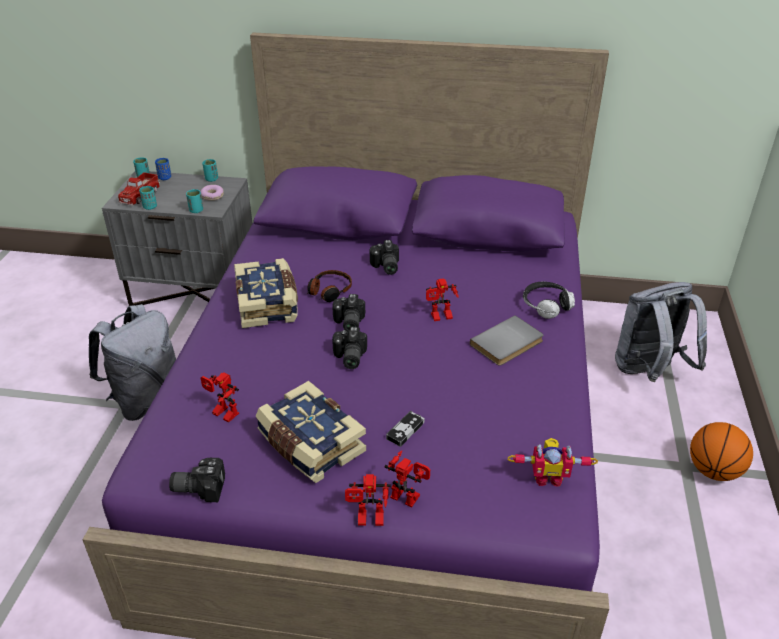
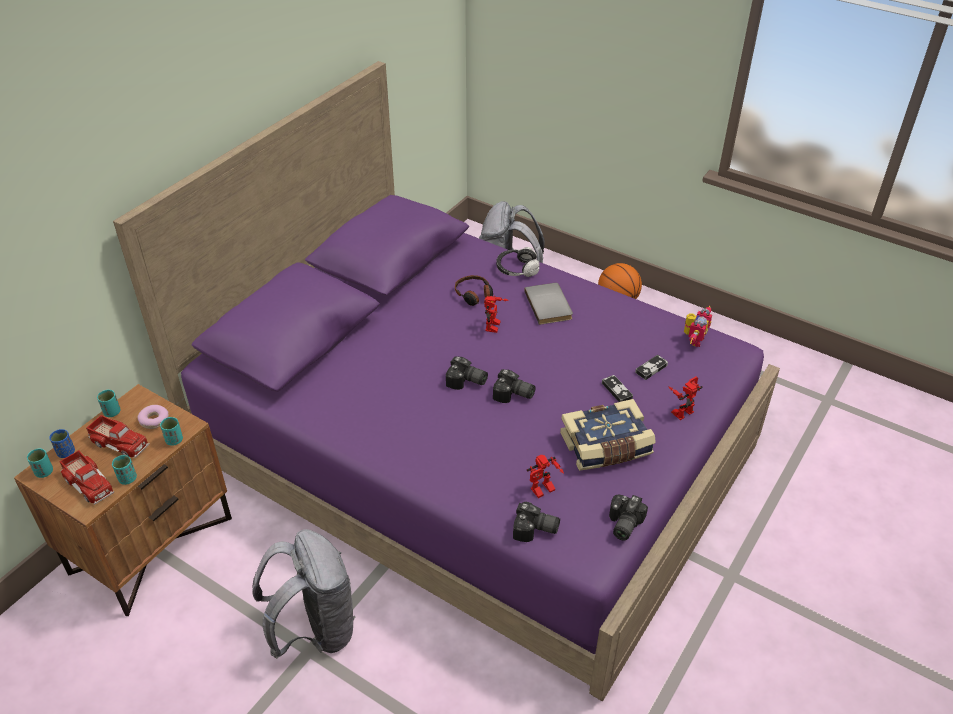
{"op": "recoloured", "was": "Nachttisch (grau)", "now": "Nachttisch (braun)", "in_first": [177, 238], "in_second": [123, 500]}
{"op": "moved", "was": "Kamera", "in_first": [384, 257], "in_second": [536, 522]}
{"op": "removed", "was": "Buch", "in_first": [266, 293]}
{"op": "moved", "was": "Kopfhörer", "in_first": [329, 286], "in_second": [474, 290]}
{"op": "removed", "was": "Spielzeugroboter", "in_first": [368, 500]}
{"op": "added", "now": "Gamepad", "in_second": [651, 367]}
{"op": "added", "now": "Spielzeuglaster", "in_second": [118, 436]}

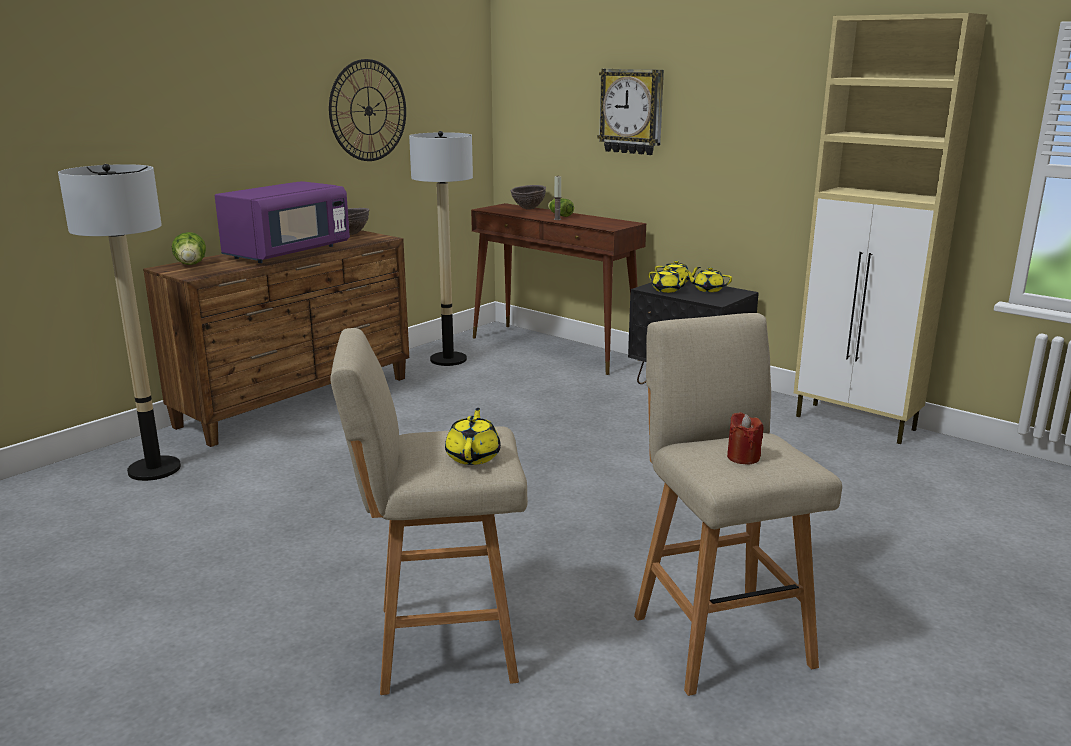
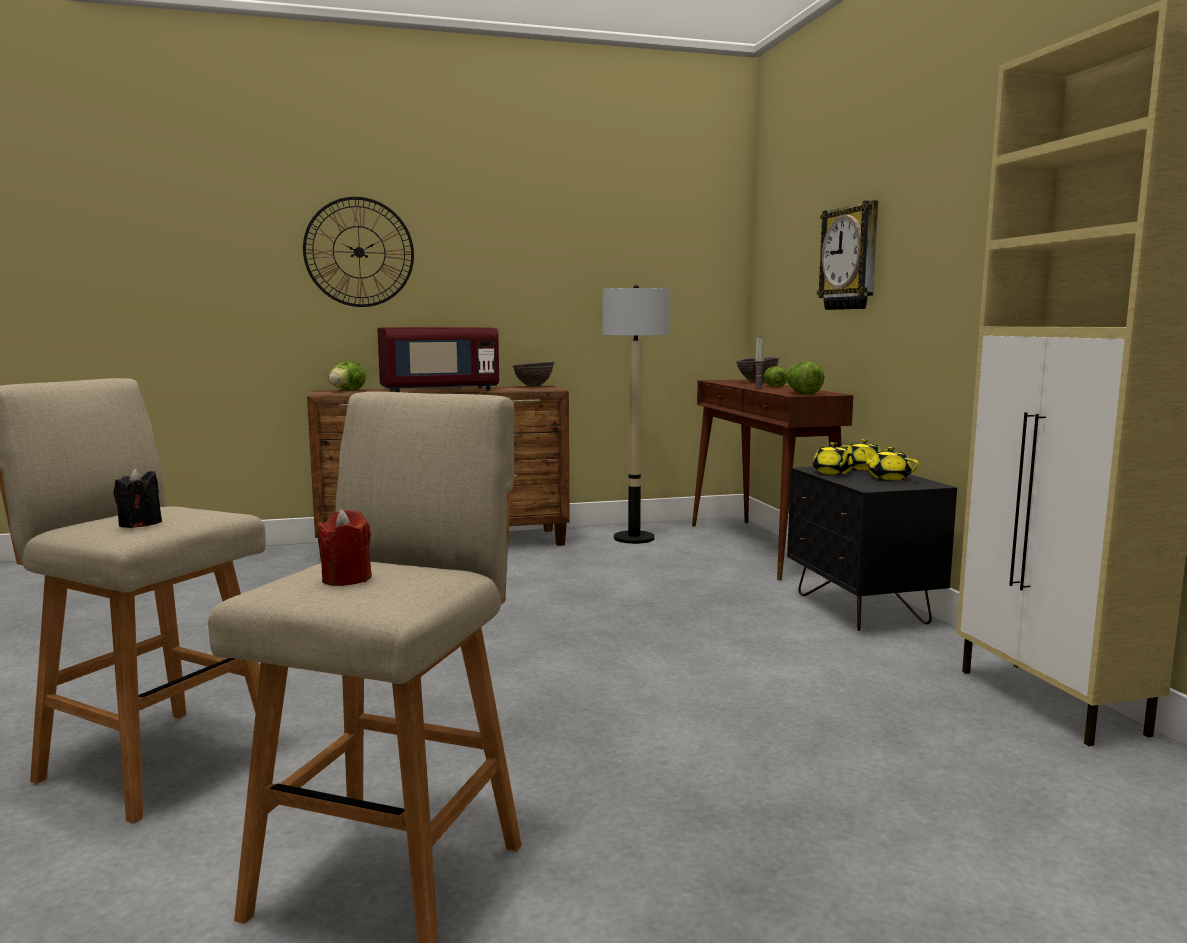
{"op": "moved", "was": "Wanduhr", "in_first": [367, 110], "in_second": [358, 252]}
{"op": "removed", "was": "Stehlampe", "in_first": [119, 322]}
{"op": "recoloured", "was": "Mikrowelle (lila)", "now": "Mikrowelle (rot)", "in_first": [282, 222], "in_second": [438, 359]}
{"op": "replaced", "was": "Teekanne (gelb)", "now": "Kerze (schwarz)", "in_first": [473, 436], "in_second": [138, 498]}
{"op": "added", "now": "Salatkopf", "in_second": [805, 377]}

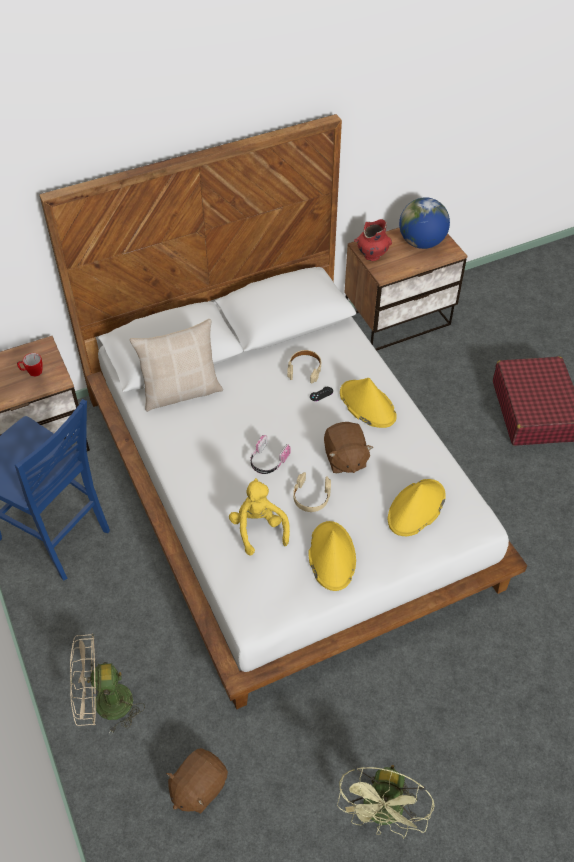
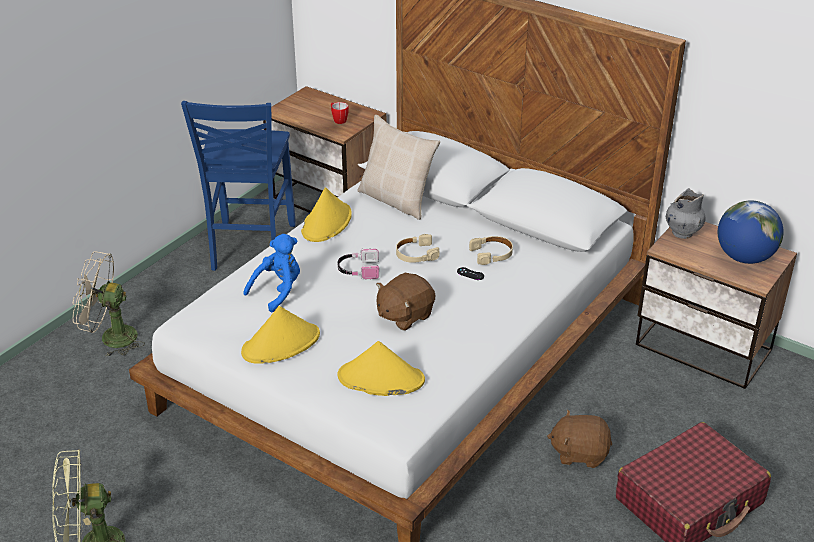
{"op": "recoloured", "was": "Vase (rot)", "now": "Vase (grau)", "in_first": [373, 240], "in_second": [685, 213]}
{"op": "moved", "was": "Hut (gelb)", "in_first": [368, 403], "in_second": [326, 214]}
{"op": "moved", "was": "Kopfhörer (beige)", "in_first": [312, 492], "in_second": [418, 248]}
{"op": "recoloured", "was": "Plüschtier (gelb)", "now": "Plüschtier (blau)", "in_first": [259, 517], "in_second": [271, 273]}
{"op": "turned", "was": "Ventilator (beige)", "in_first": [107, 684], "in_second": [109, 304], "clockwise": -45}
{"op": "moved", "was": "Plüschtier (braun)", "in_first": [197, 781], "in_second": [579, 438]}

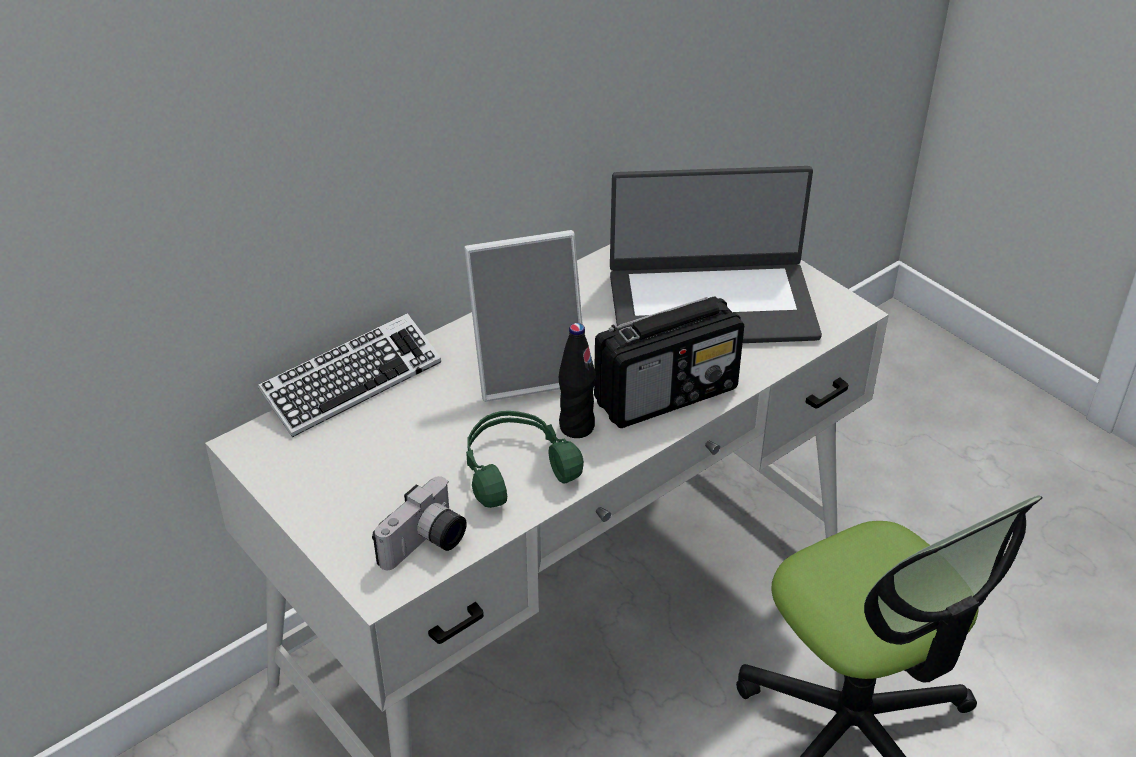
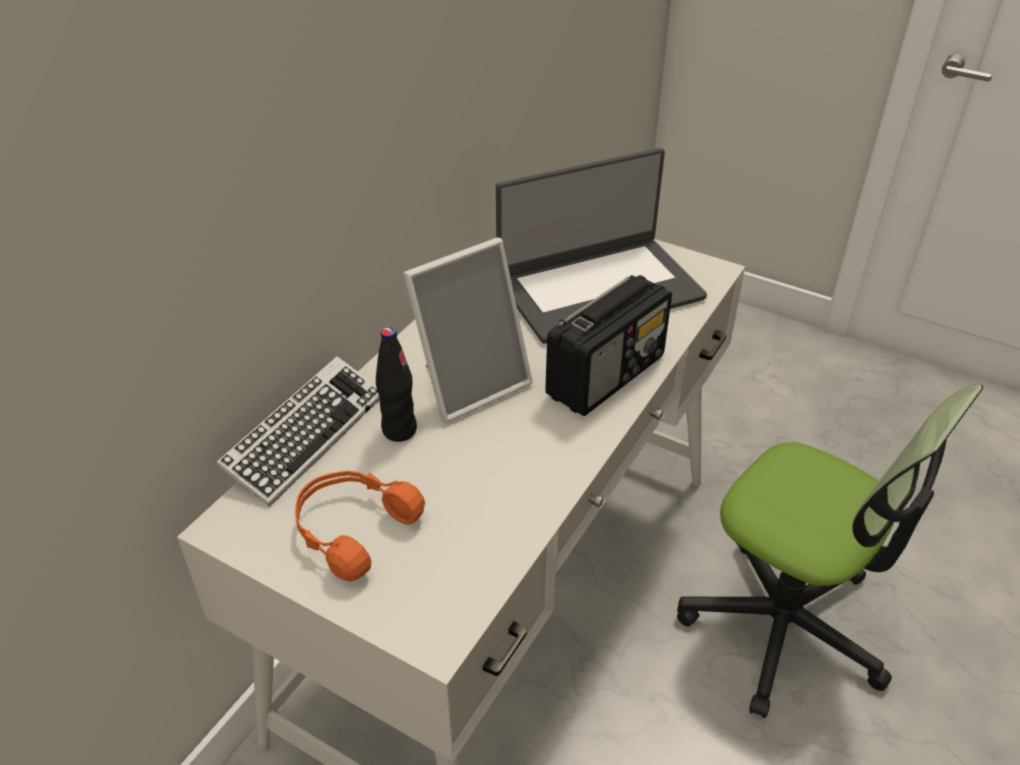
{"op": "moved", "was": "Flasche (schwarz)", "in_first": [577, 380], "in_second": [396, 384]}
{"op": "removed", "was": "Kopfhörer (grün)", "in_first": [525, 459]}
{"op": "removed", "was": "Kamera", "in_first": [419, 523]}
{"op": "added", "now": "Kopfhörer (orange)", "in_second": [360, 526]}

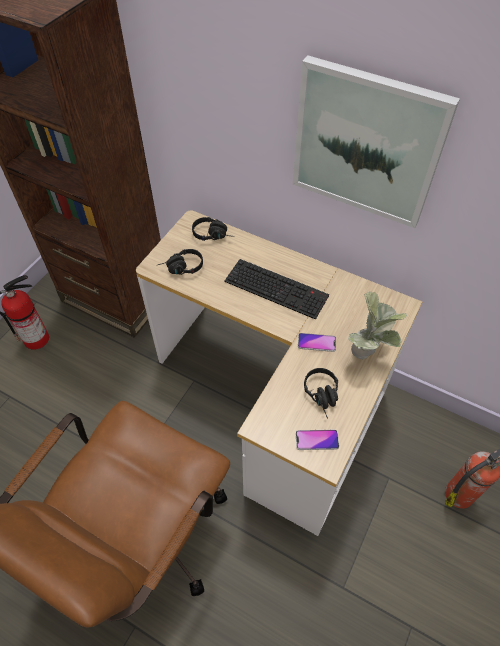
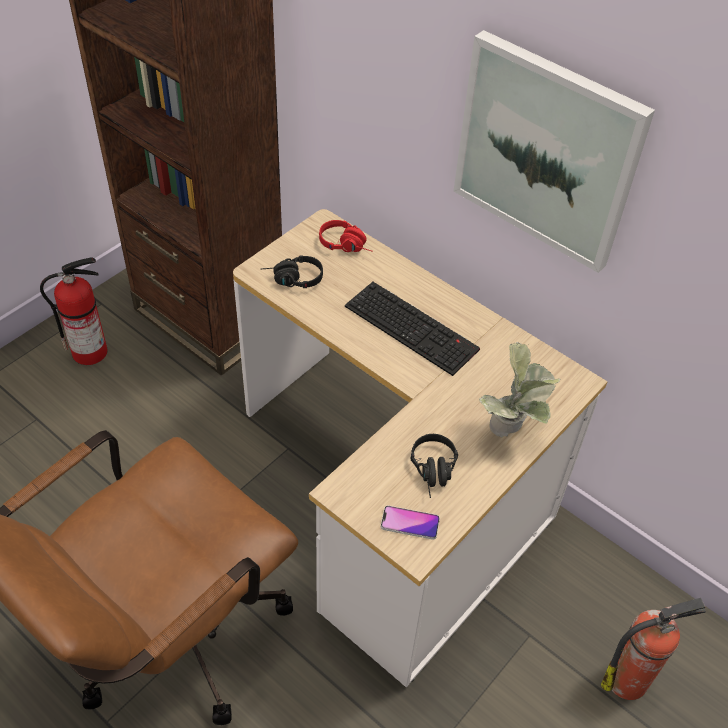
{"op": "recoloured", "was": "Kopfhörer (schwarz)", "now": "Kopfhörer (rot)", "in_first": [213, 229], "in_second": [346, 236]}
{"op": "removed", "was": "Handy", "in_first": [317, 342]}

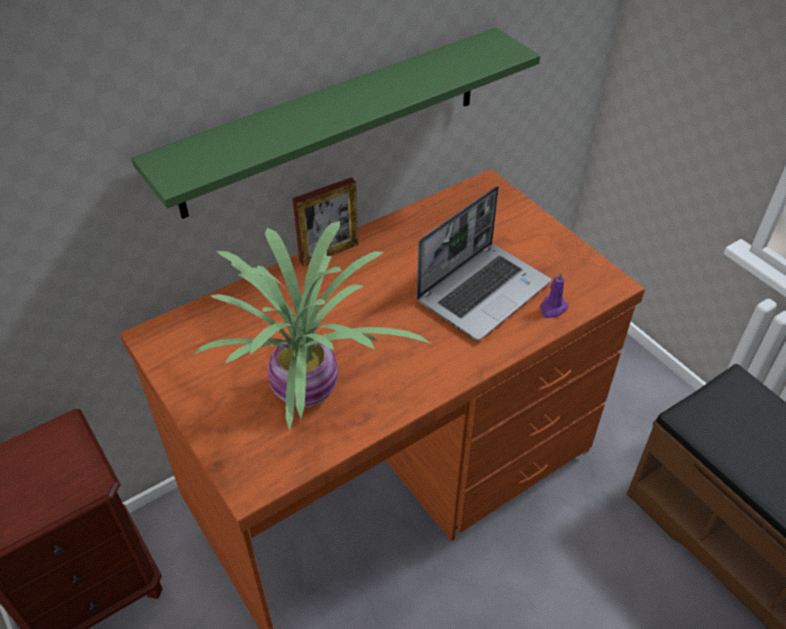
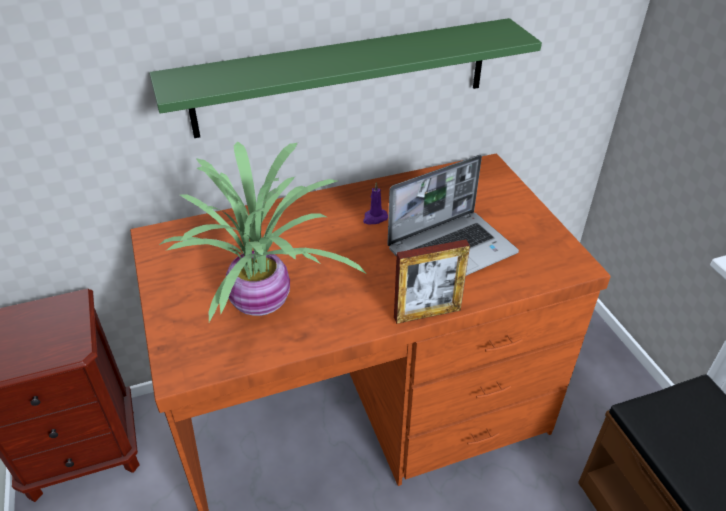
{"op": "moved", "was": "Bilderrahmen", "in_first": [325, 221], "in_second": [432, 282]}
{"op": "moved", "was": "Kerze (lila)", "in_first": [554, 295], "in_second": [375, 203]}

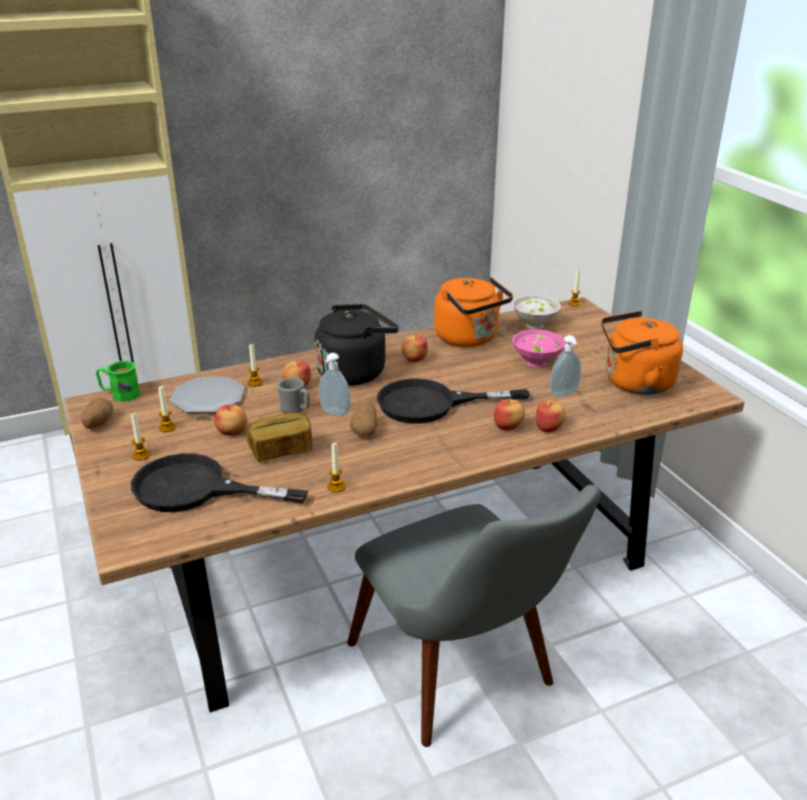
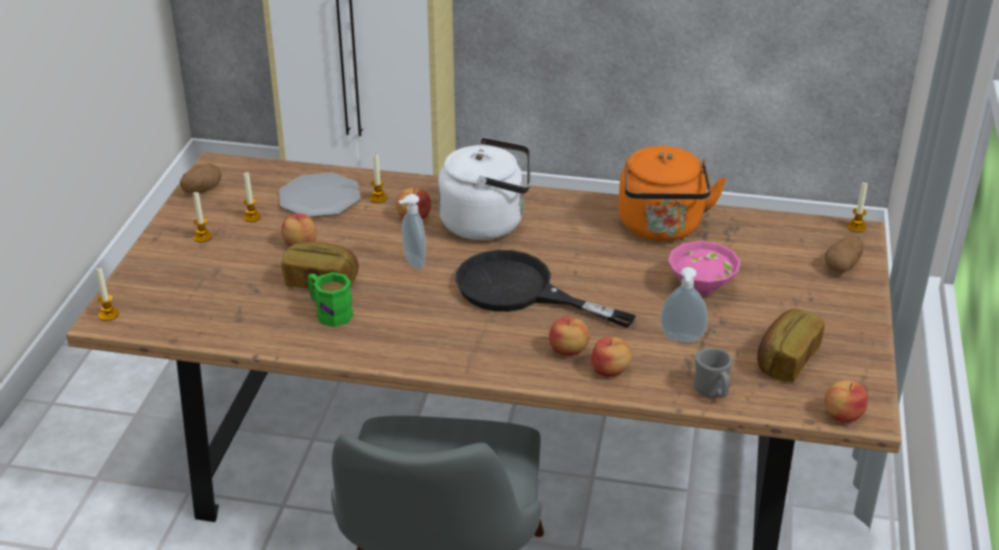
{"op": "removed", "was": "Schüssel (weiß)", "in_first": [536, 312]}
{"op": "recoloured", "was": "Wasserkessel (schwarz)", "now": "Wasserkessel (weiß)", "in_first": [357, 345], "in_second": [484, 188]}
{"op": "replaced", "was": "Wasserkessel (orange)", "now": "Brot", "in_first": [642, 353], "in_second": [791, 345]}
{"op": "moved", "was": "Apfel", "in_first": [414, 348], "in_second": [846, 401]}
{"op": "moved", "was": "Henkelbecher (grün)", "in_first": [118, 381], "in_second": [330, 299]}
{"op": "moved", "was": "Henkelbecher (grau)", "in_first": [293, 395], "in_second": [713, 373]}
{"op": "moved", "was": "Kartoffel", "in_first": [363, 420], "in_second": [844, 254]}
{"op": "moved", "was": "Kerze", "in_first": [336, 467], "in_second": [107, 294]}
{"op": "removed", "was": "Pfanne (schwarz)", "in_first": [219, 482]}

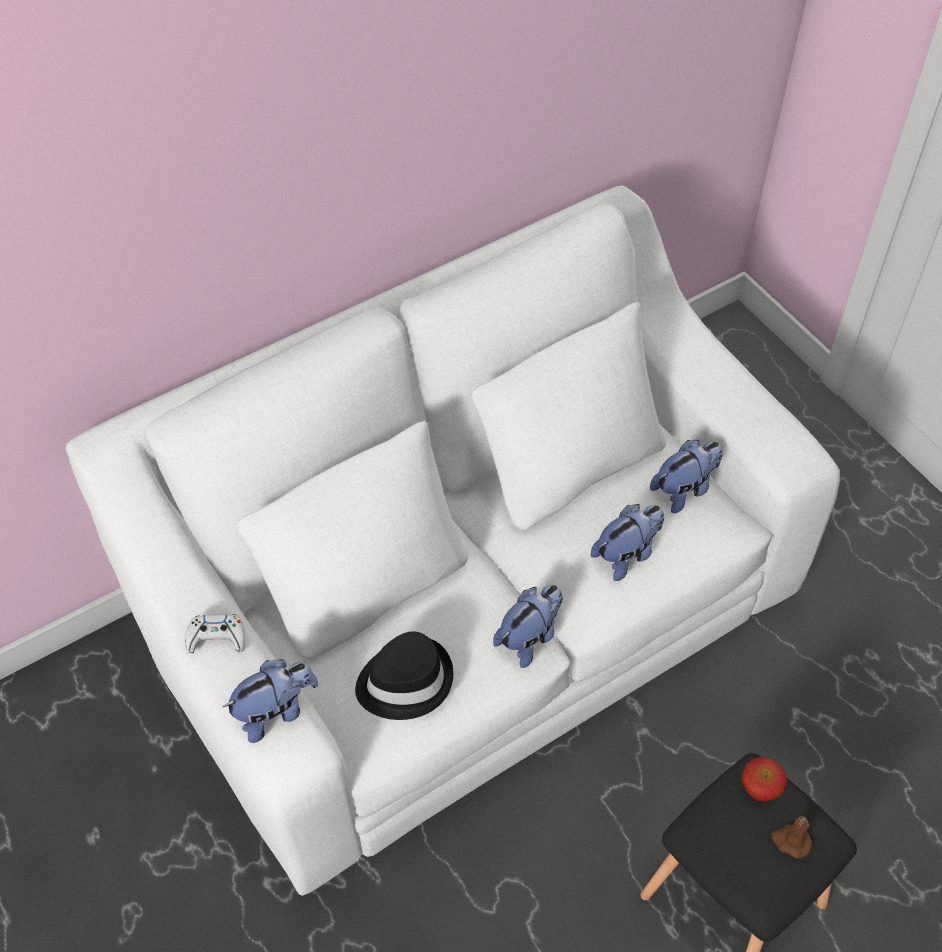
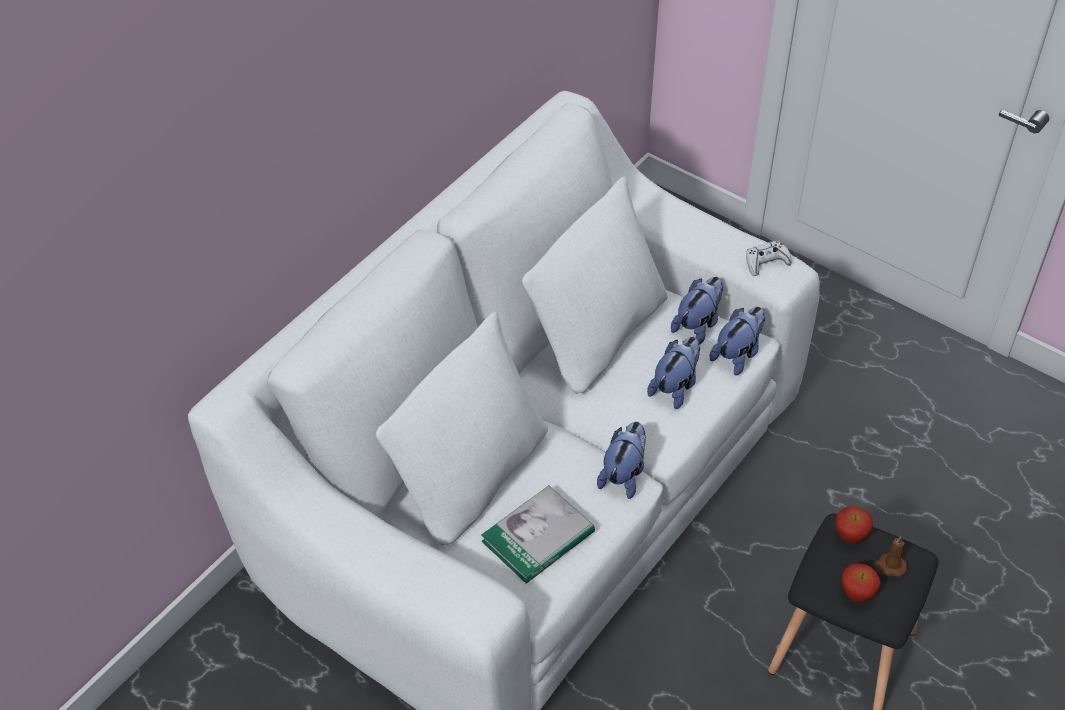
{"op": "moved", "was": "Gamepad (weiß)", "in_first": [215, 634], "in_second": [769, 258]}
{"op": "replaced", "was": "Hut (schwarz)", "now": "Buch", "in_first": [404, 675], "in_second": [538, 534]}
{"op": "moved", "was": "Plüschtier", "in_first": [270, 701], "in_second": [737, 341]}
{"op": "added", "now": "Apfel", "in_second": [860, 583]}

